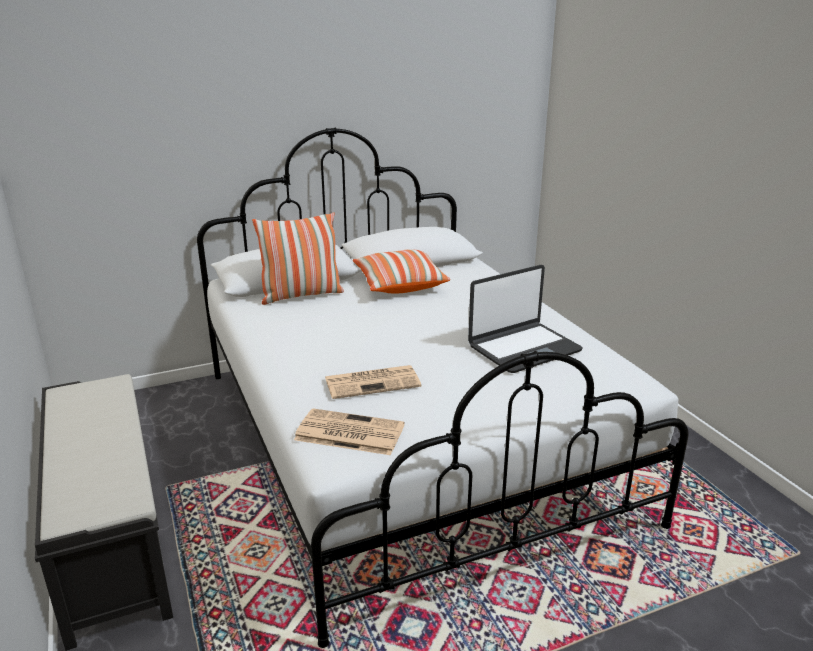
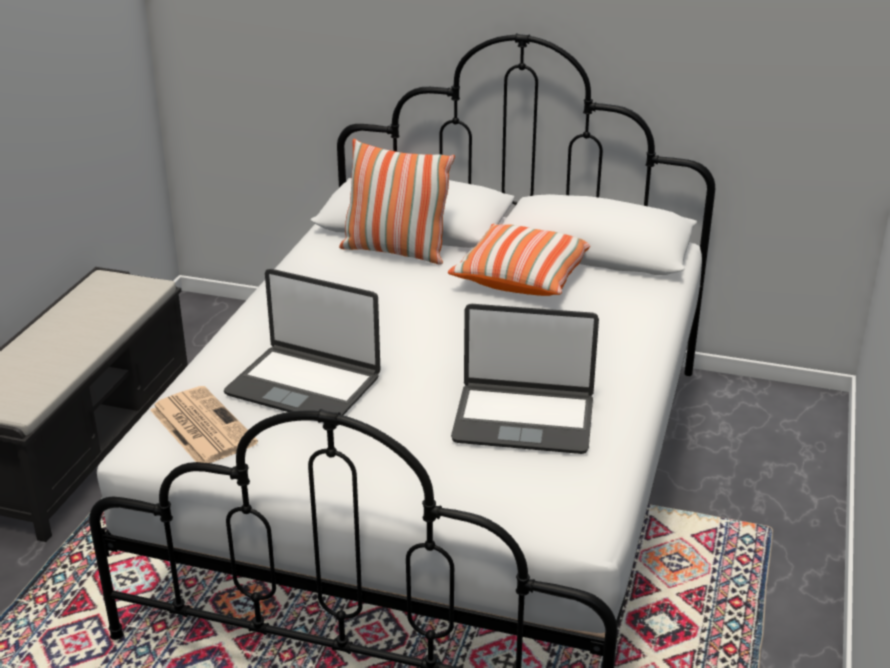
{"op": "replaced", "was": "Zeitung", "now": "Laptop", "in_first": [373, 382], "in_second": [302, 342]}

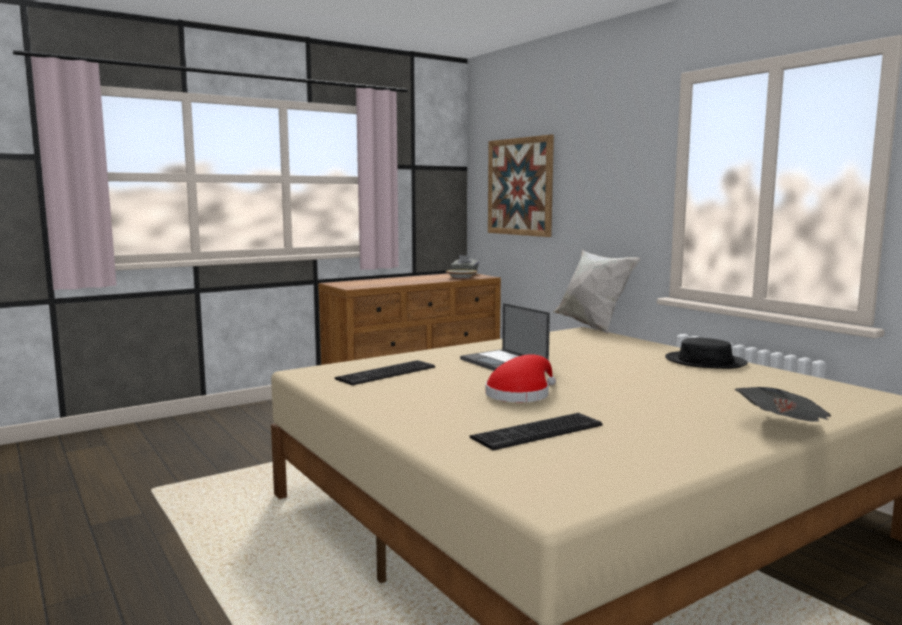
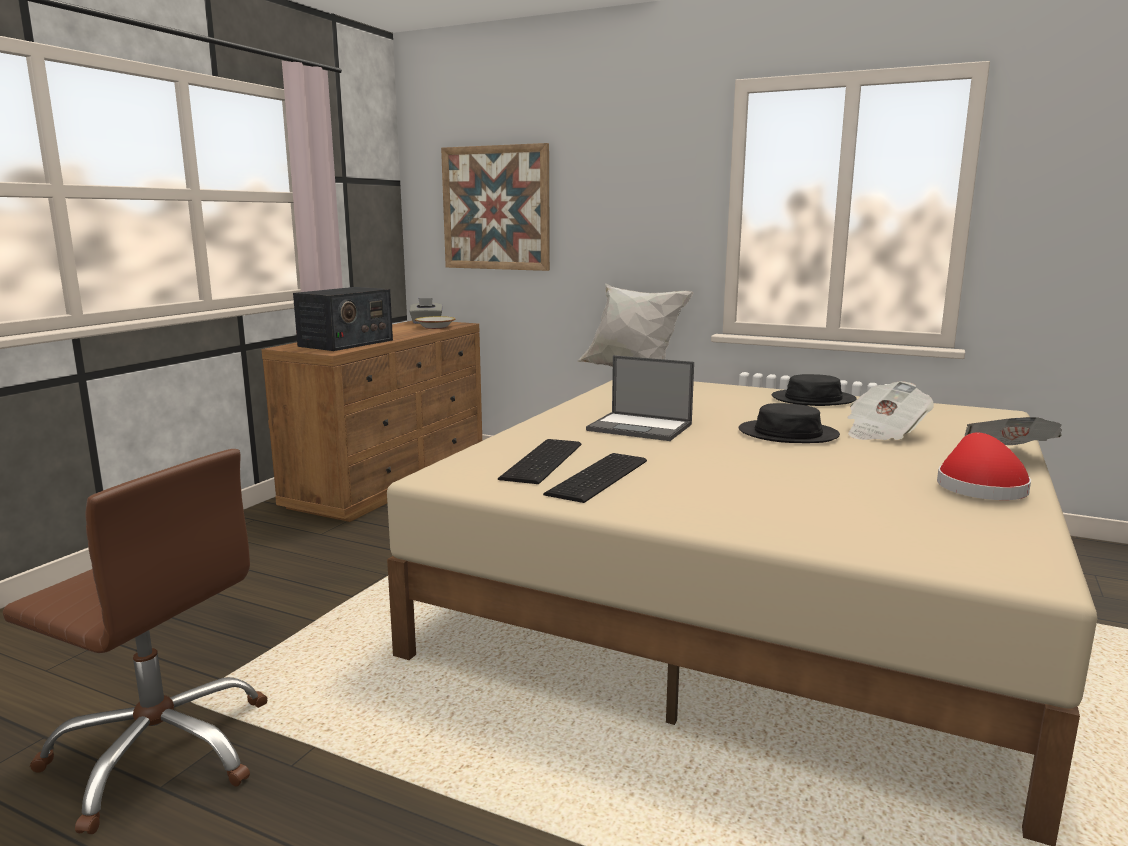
{"op": "moved", "was": "Hut (rot)", "in_first": [520, 378], "in_second": [984, 466]}
{"op": "moved", "was": "Tastatur", "in_first": [536, 431], "in_second": [595, 478]}
{"op": "added", "now": "Radio", "in_second": [343, 319]}
{"op": "added", "now": "Zeitung", "in_second": [890, 410]}
{"op": "added", "now": "Hut (schwarz)", "in_second": [789, 423]}
{"op": "added", "now": "Bürostuhl (braun)", "in_second": [135, 641]}

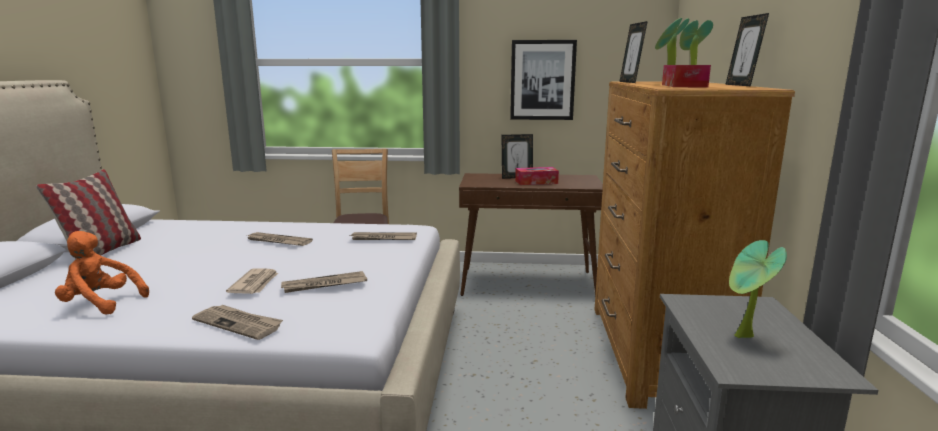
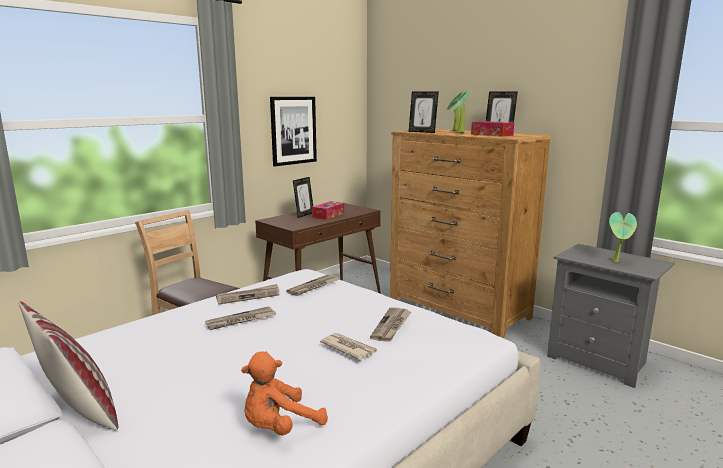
{"op": "moved", "was": "Zeitung", "in_first": [237, 322], "in_second": [248, 294]}

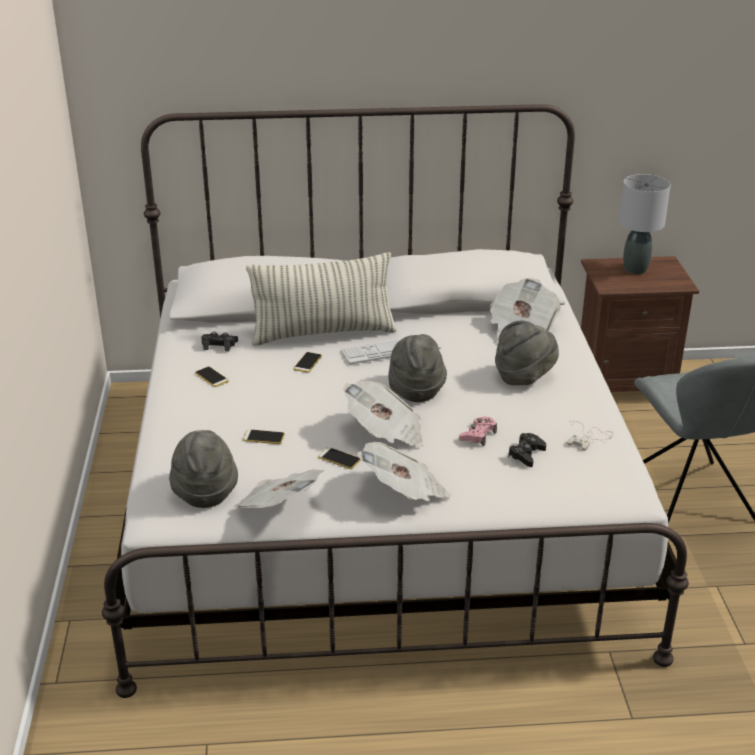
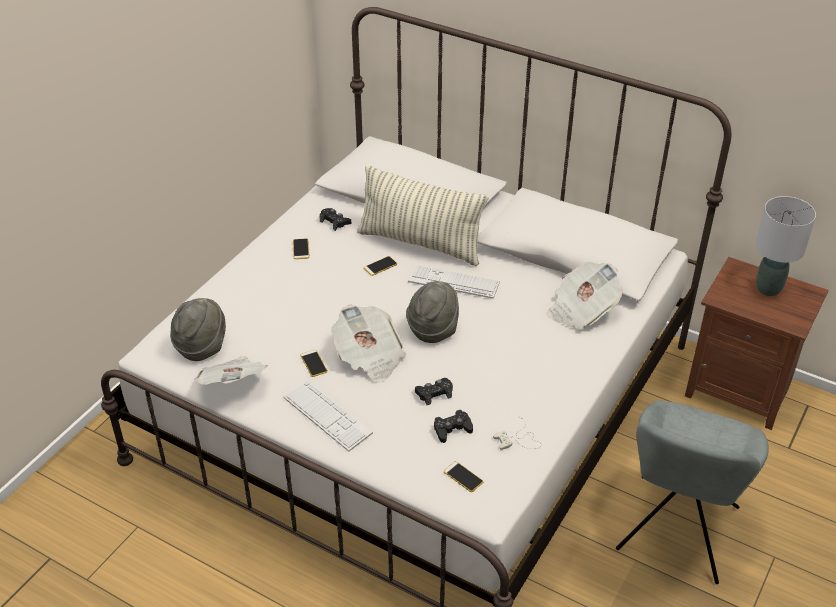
{"op": "removed", "was": "Hut (grau)", "in_first": [527, 353]}
{"op": "recoloured", "was": "Gamepad (rosa)", "now": "Gamepad (schwarz)", "in_first": [478, 431], "in_second": [434, 391]}
{"op": "moved", "was": "Handy", "in_first": [264, 436], "in_second": [463, 476]}
{"op": "replaced", "was": "Zeitung", "now": "Tastatur", "in_first": [404, 471], "in_second": [328, 415]}

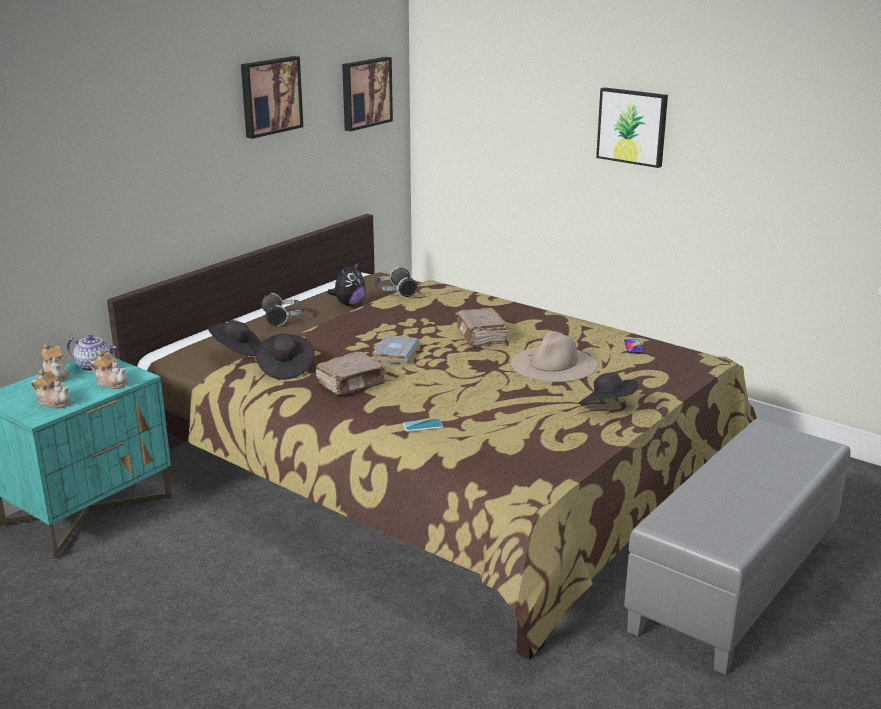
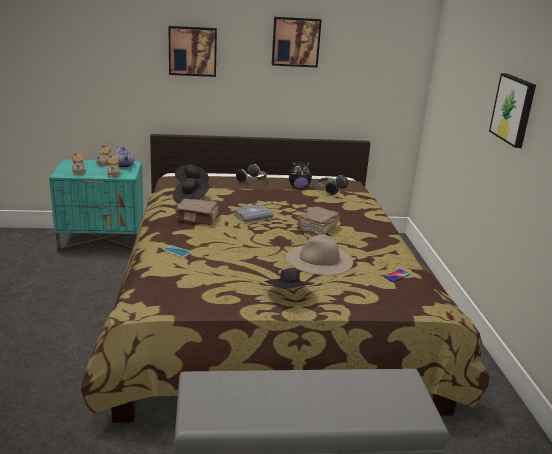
{"op": "moved", "was": "Bild", "in_first": [367, 94], "in_second": [192, 51]}

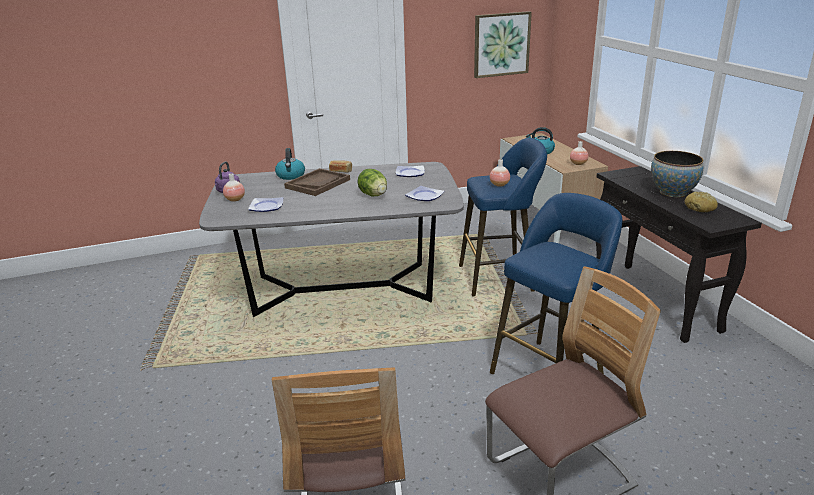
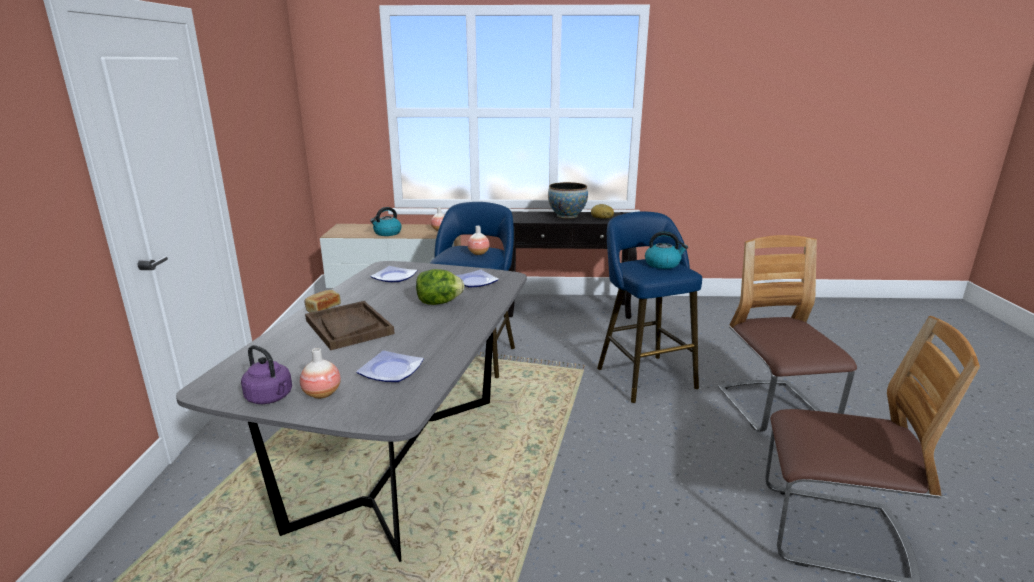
{"op": "removed", "was": "Bild", "in_first": [503, 44]}
{"op": "moved", "was": "Wasserkessel", "in_first": [290, 164], "in_second": [666, 250]}

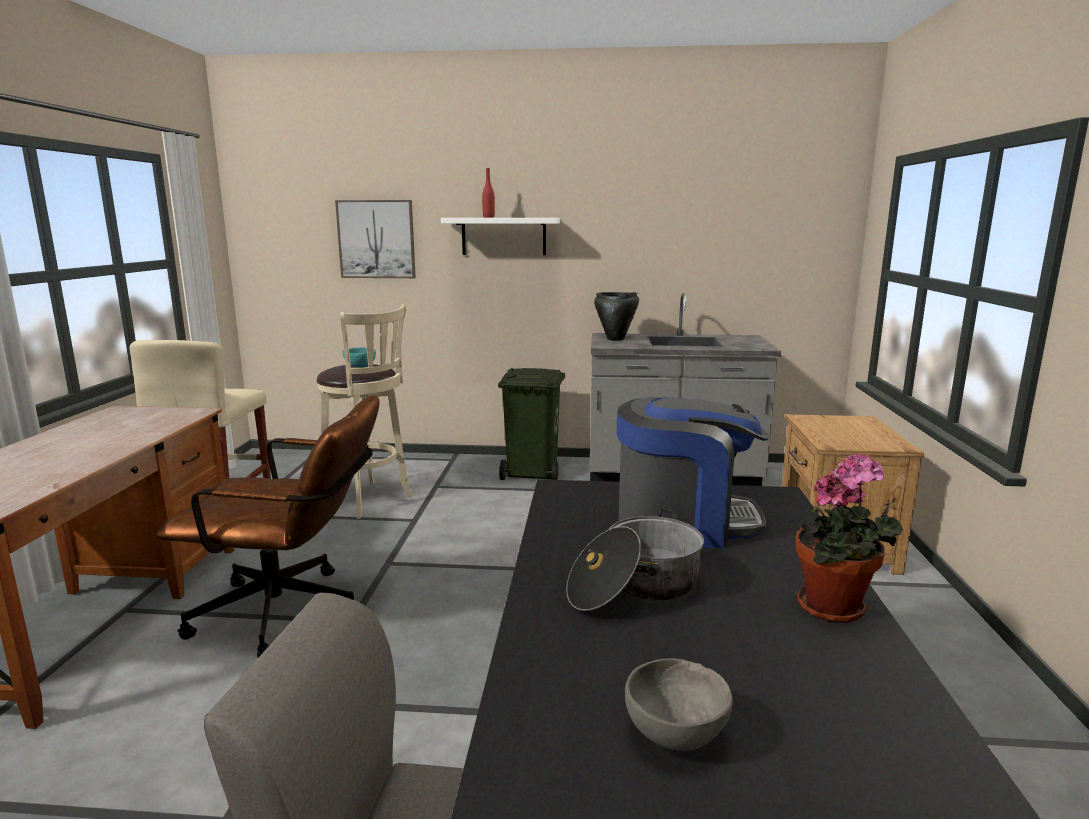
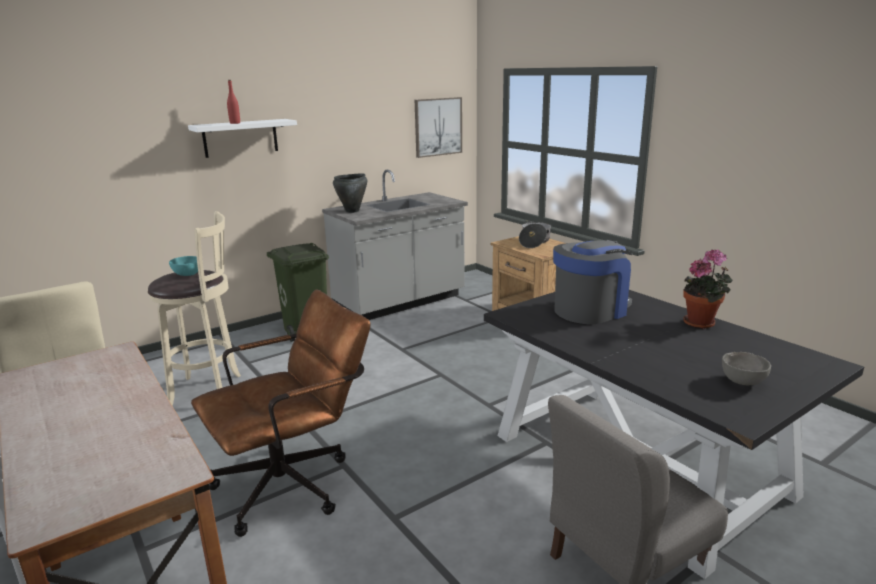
{"op": "moved", "was": "Bild", "in_first": [375, 239], "in_second": [438, 127]}
{"op": "moved", "was": "Kochtopf", "in_first": [635, 560], "in_second": [535, 234]}

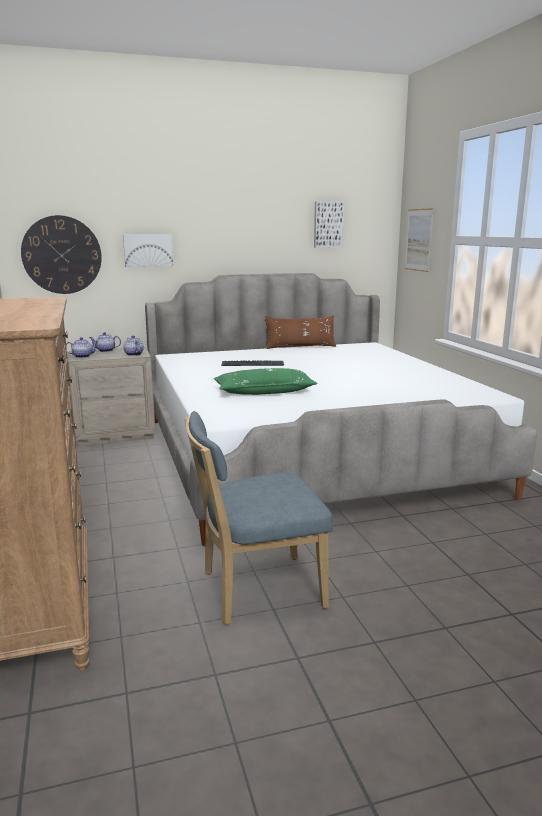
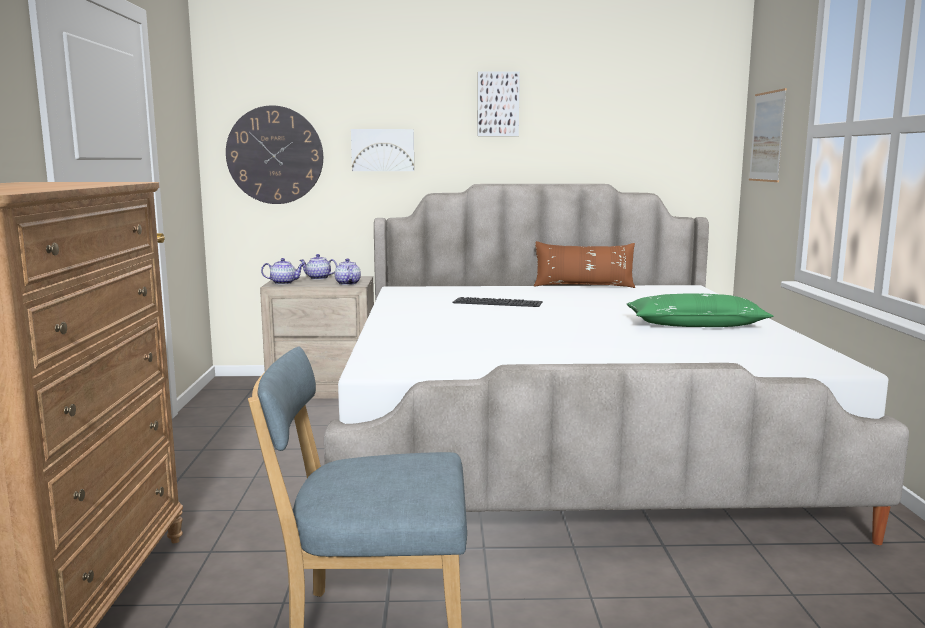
{"op": "moved", "was": "Bild", "in_first": [329, 224], "in_second": [499, 103]}
{"op": "moved", "was": "Kissen (grün)", "in_first": [266, 381], "in_second": [700, 310]}

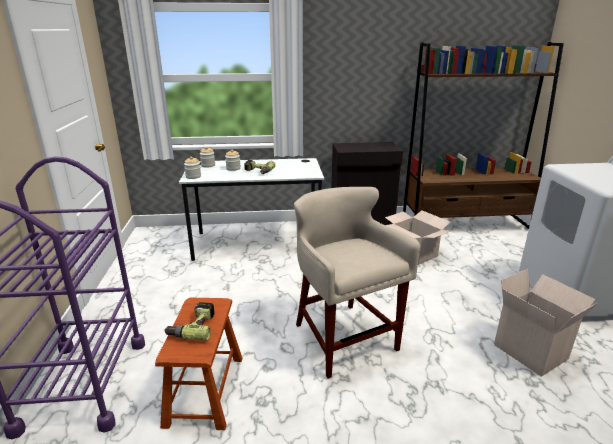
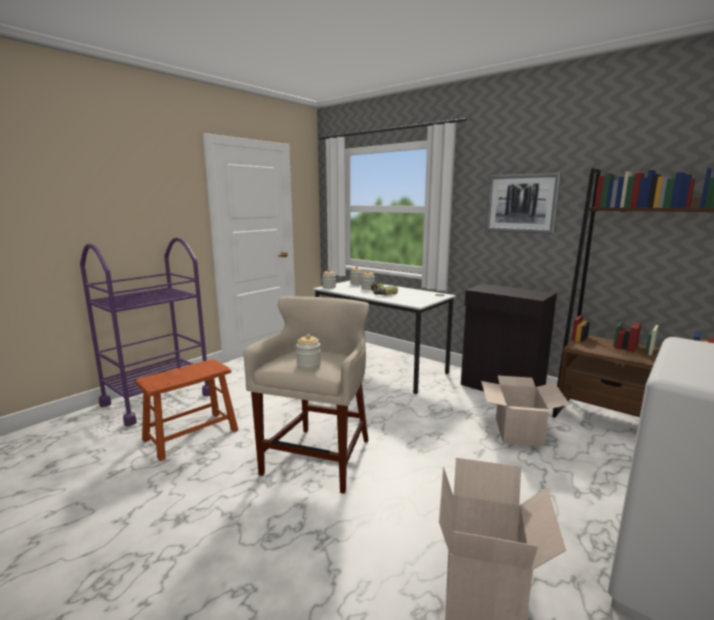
{"op": "removed", "was": "Bohrmaschine", "in_first": [190, 321]}
{"op": "added", "now": "Bild", "in_second": [523, 203]}
{"op": "added", "now": "Vorratsglas", "in_second": [308, 351]}

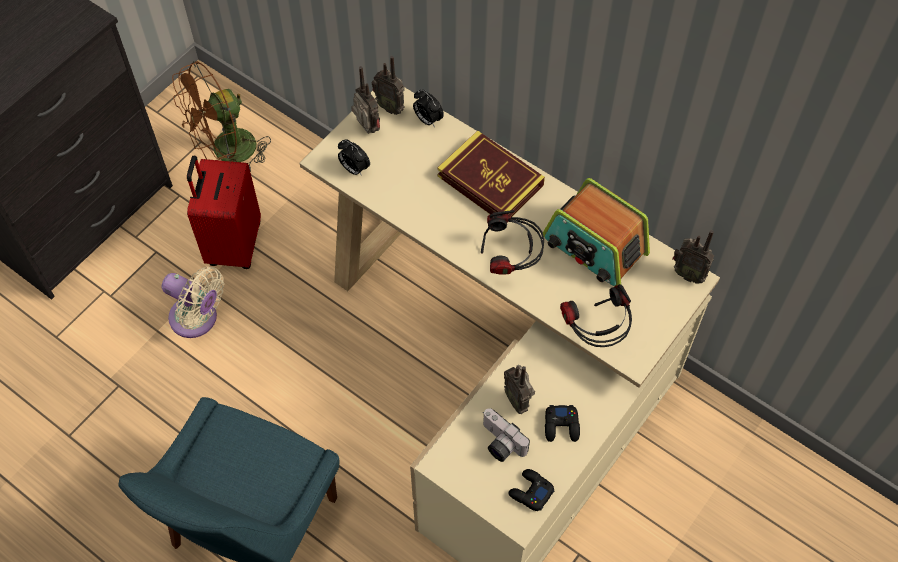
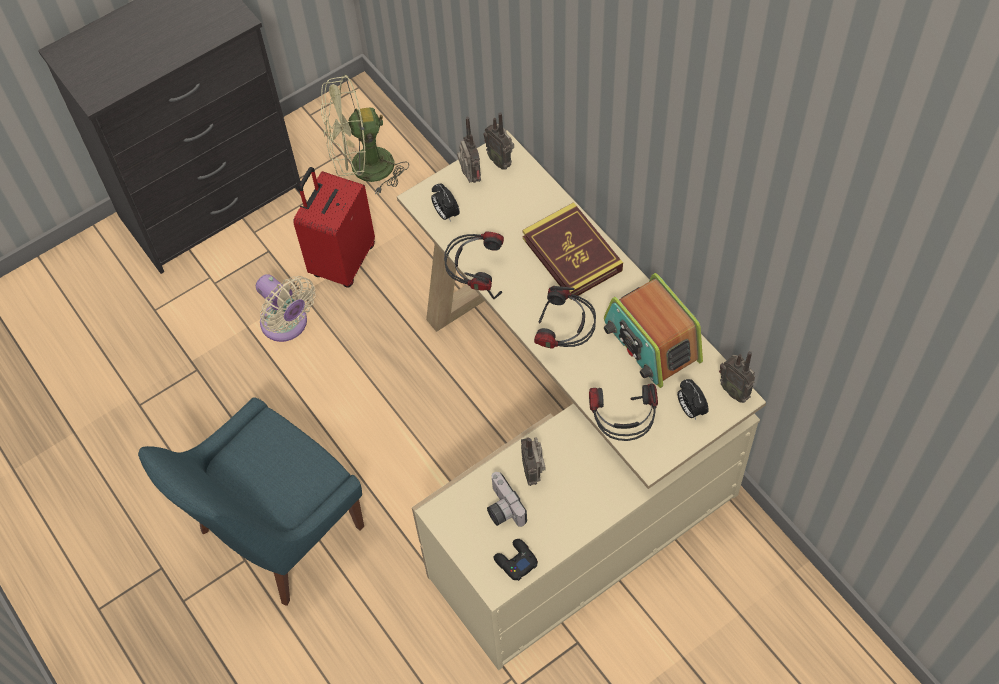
{"op": "recoloured", "was": "Ventilator (braun)", "now": "Ventilator (grün)", "in_first": [221, 116], "in_second": [365, 134]}
{"op": "moved", "was": "Wecker", "in_first": [428, 108], "in_second": [693, 399]}
{"op": "removed", "was": "Gamepad (schwarz)", "in_first": [562, 423]}
{"op": "added", "now": "Kopfhörer", "in_second": [474, 265]}

